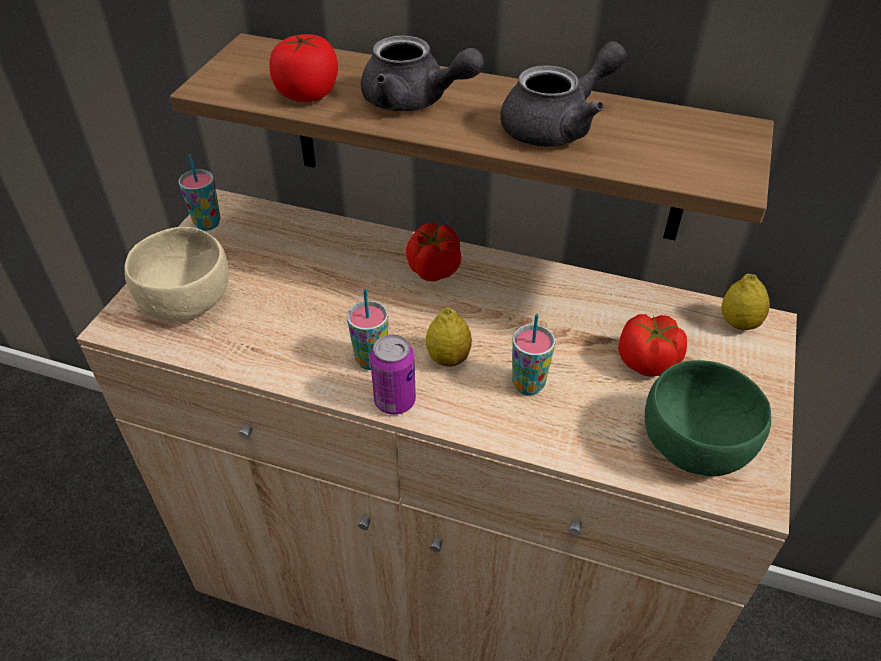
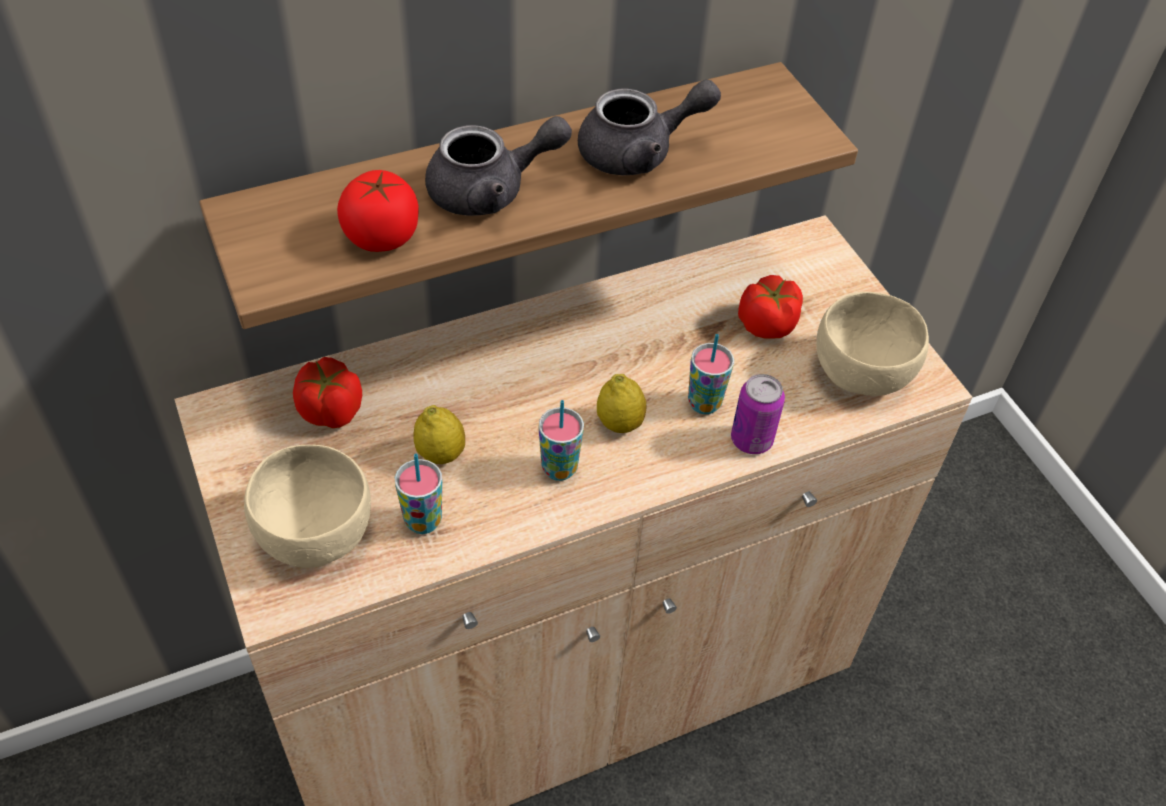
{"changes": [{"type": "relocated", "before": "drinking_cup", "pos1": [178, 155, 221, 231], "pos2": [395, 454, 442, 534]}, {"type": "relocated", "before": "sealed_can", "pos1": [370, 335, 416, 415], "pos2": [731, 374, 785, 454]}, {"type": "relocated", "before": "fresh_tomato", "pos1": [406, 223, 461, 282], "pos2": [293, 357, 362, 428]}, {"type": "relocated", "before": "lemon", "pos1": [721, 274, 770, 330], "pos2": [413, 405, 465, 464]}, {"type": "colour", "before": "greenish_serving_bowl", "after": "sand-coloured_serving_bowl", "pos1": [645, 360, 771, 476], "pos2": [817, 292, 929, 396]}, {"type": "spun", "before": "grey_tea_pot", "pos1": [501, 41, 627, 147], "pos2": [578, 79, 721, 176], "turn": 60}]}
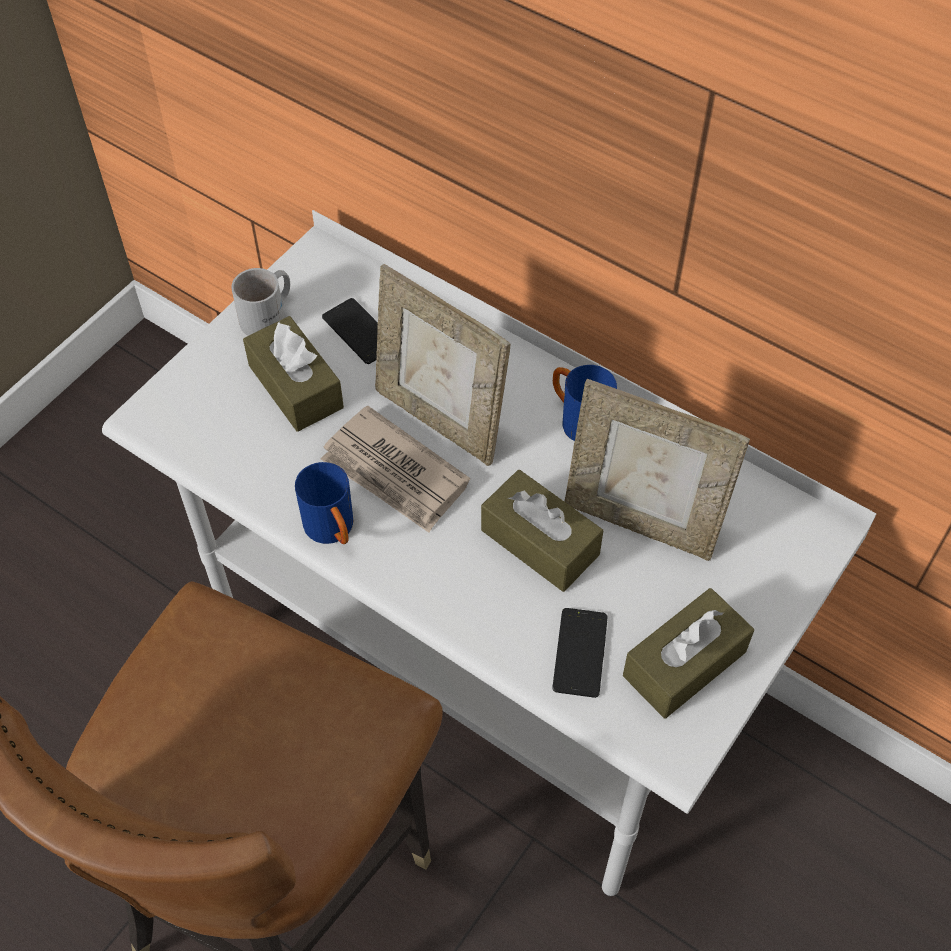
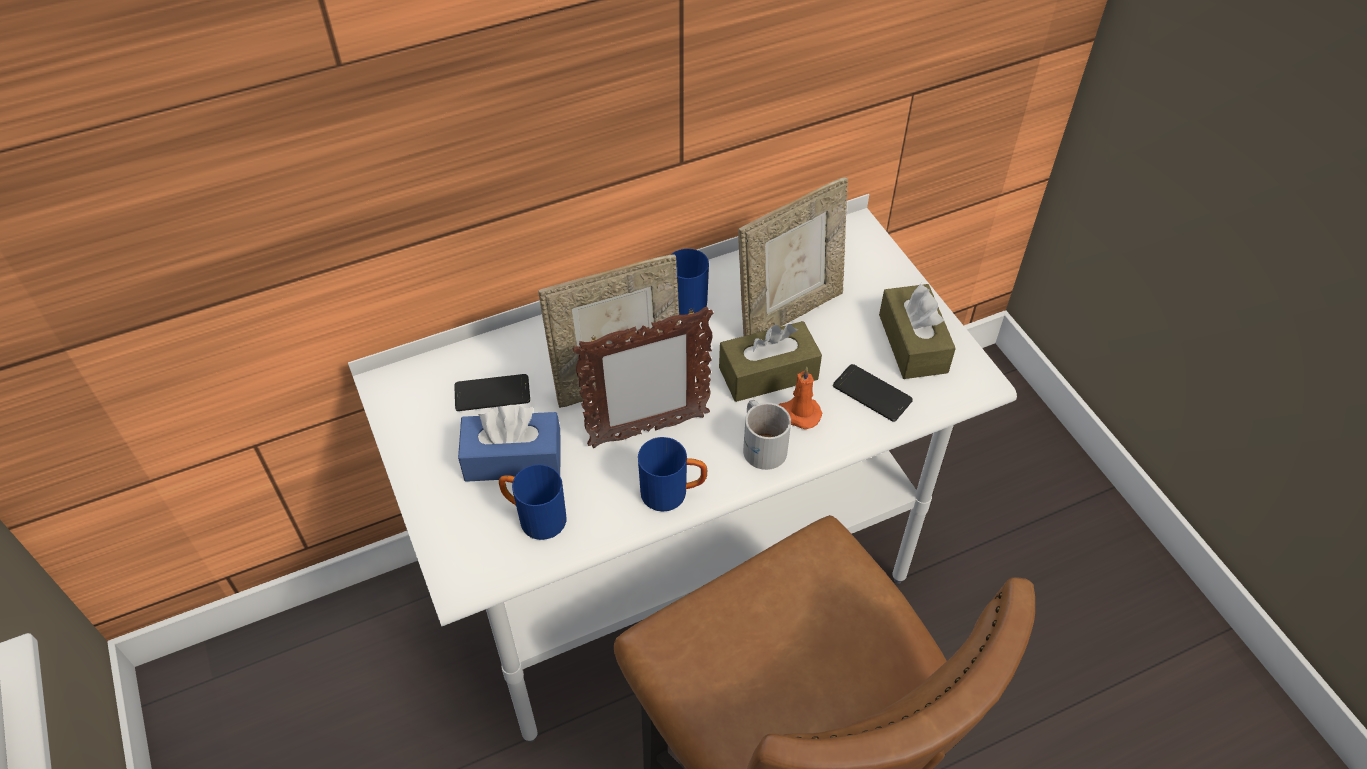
{"changes": [{"type": "appeared", "after": "blue-coloured_mug", "pos2": [499, 465, 566, 540]}, {"type": "appeared", "after": "orange_candle", "pos2": [779, 367, 822, 429]}, {"type": "relocated", "before": "white_mug", "pos1": [231, 268, 290, 336], "pos2": [743, 400, 791, 470]}, {"type": "exchanged", "before": "newspaper", "after": "standing_frame", "pos1": [321, 405, 470, 533], "pos2": [573, 307, 713, 448]}, {"type": "colour", "before": "brown-coloured_box_of_tissues", "after": "blue-coloured_box_of_tissues", "pos1": [243, 316, 344, 432], "pos2": [458, 405, 561, 482]}]}
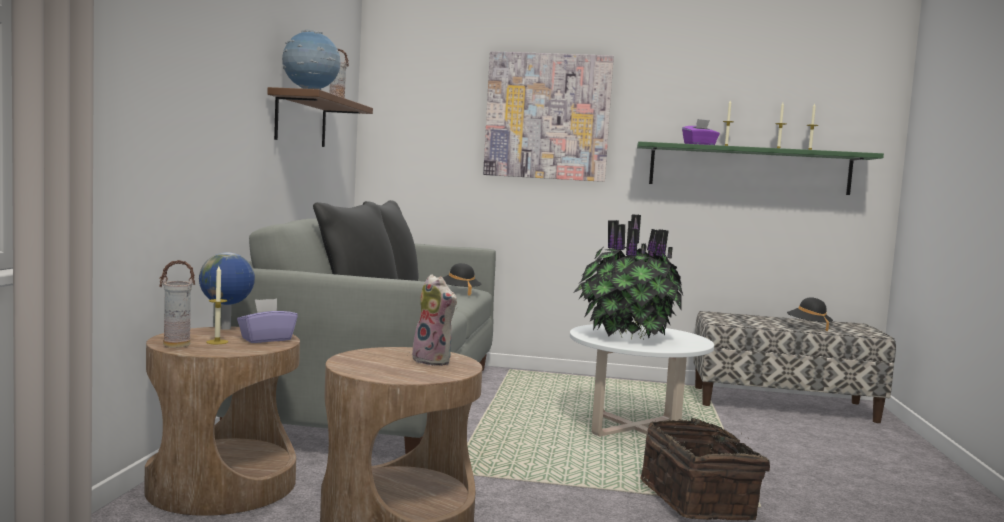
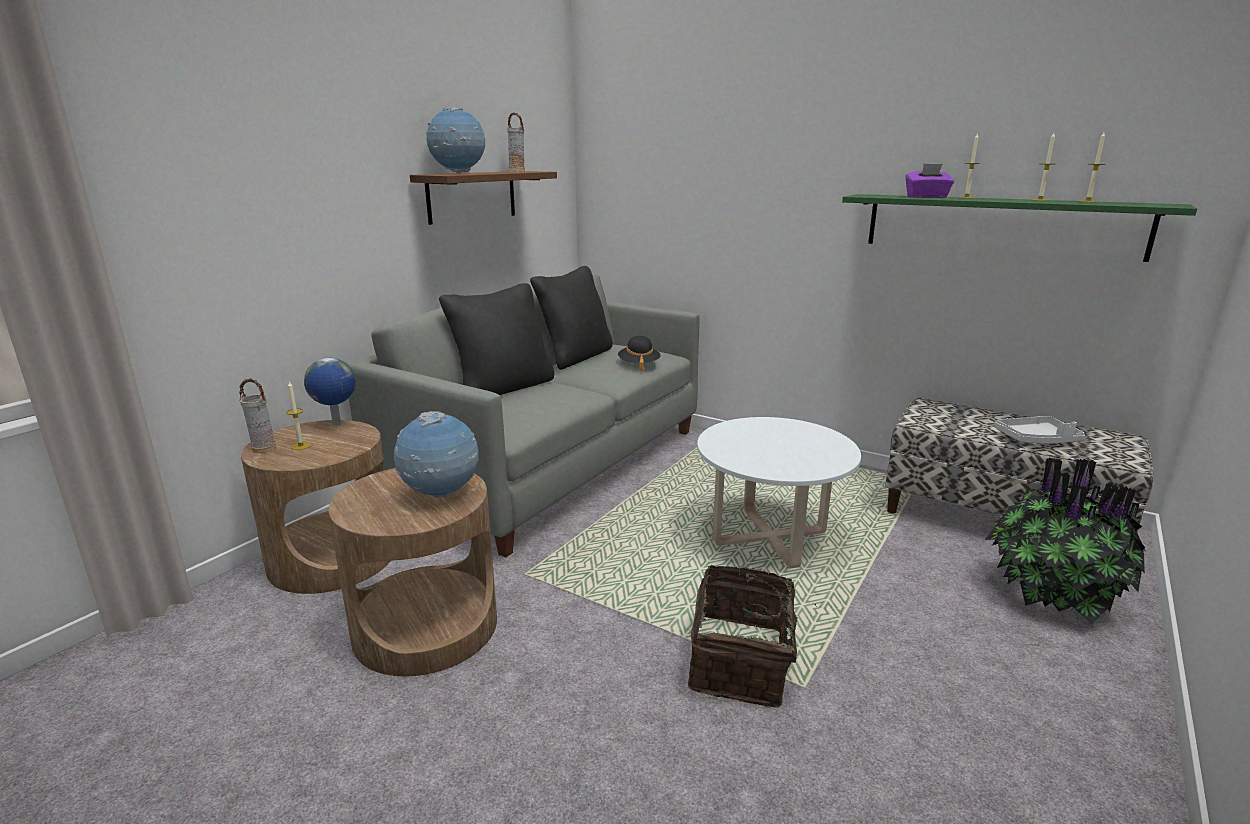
{"changes": [{"type": "missing", "before": "purple_box_of_tissues", "pos1": [237, 299, 298, 343]}, {"type": "missing", "before": "wall_picture", "pos1": [483, 51, 614, 182]}, {"type": "relocated", "before": "potted_plant", "pos1": [573, 214, 683, 340], "pos2": [985, 457, 1146, 625]}, {"type": "exchanged", "before": "cuddly_toy", "after": "world_globe", "pos1": [412, 274, 457, 366], "pos2": [394, 411, 478, 498]}, {"type": "exchanged", "before": "blackish_hat", "after": "grey_tray", "pos1": [787, 297, 833, 331], "pos2": [994, 416, 1085, 444]}]}
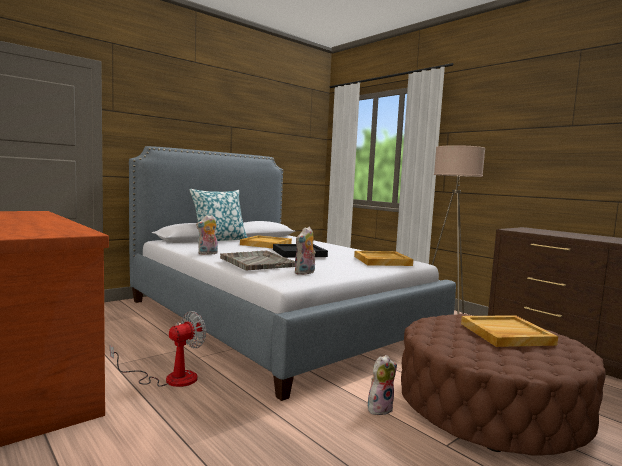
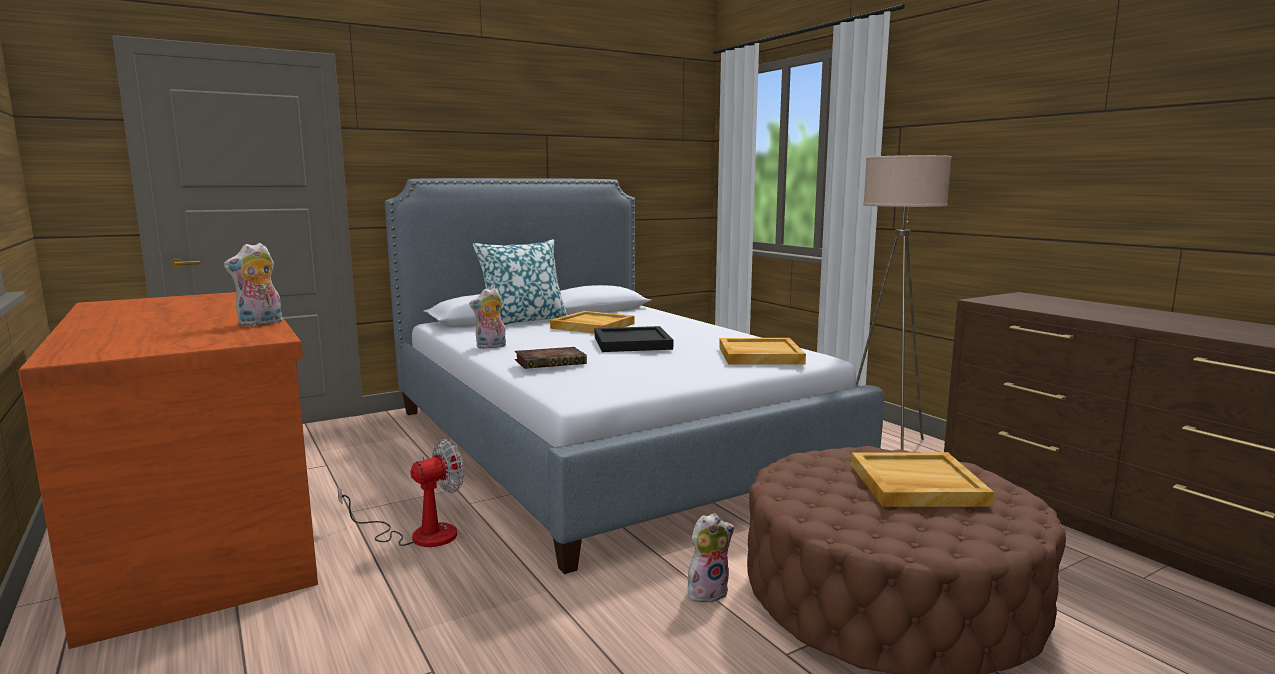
{"changes": [{"type": "relocated", "before": "cuddly_toy", "pos1": [295, 227, 316, 275], "pos2": [224, 243, 283, 327]}, {"type": "exchanged", "before": "grey_tray", "after": "volume", "pos1": [220, 250, 295, 270], "pos2": [515, 347, 587, 369]}]}
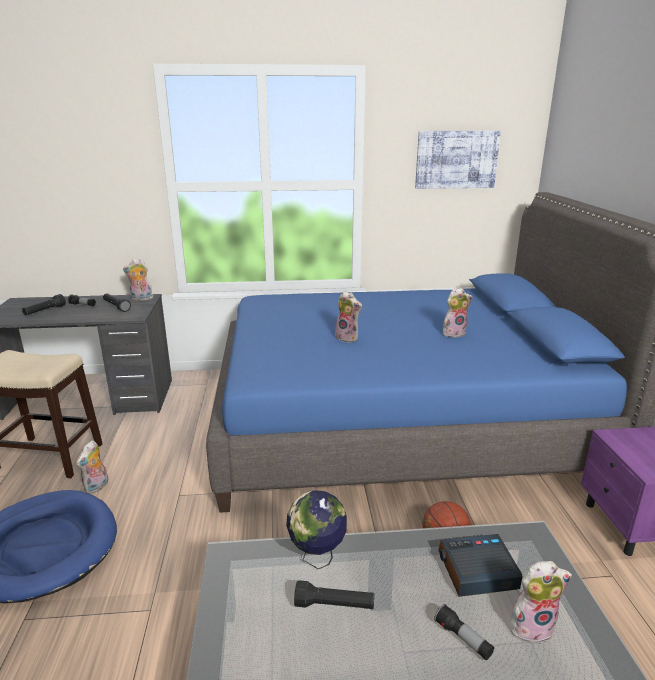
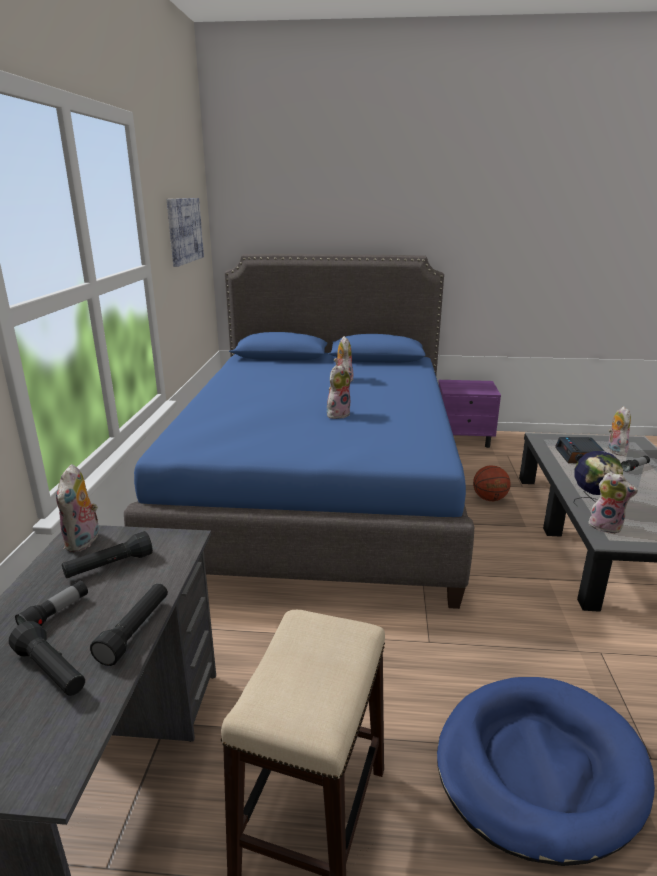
{"changes": [{"type": "relocated", "before": "cuddly_toy", "pos1": [76, 440, 108, 494], "pos2": [588, 472, 638, 534]}, {"type": "relocated", "before": "blackish_flashlight", "pos1": [294, 580, 374, 609], "pos2": [90, 583, 168, 666]}]}
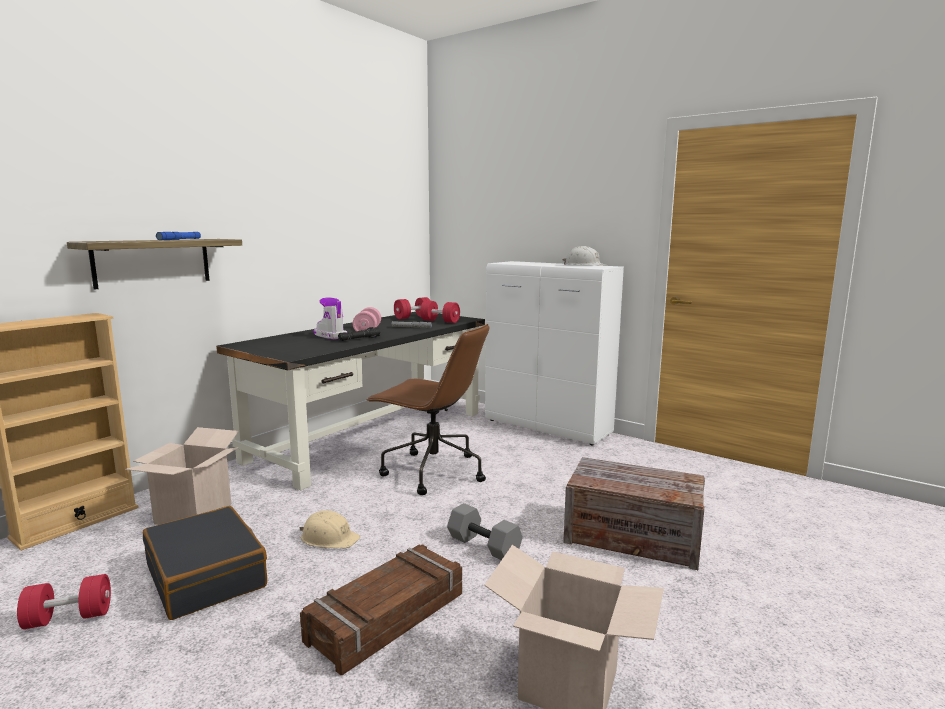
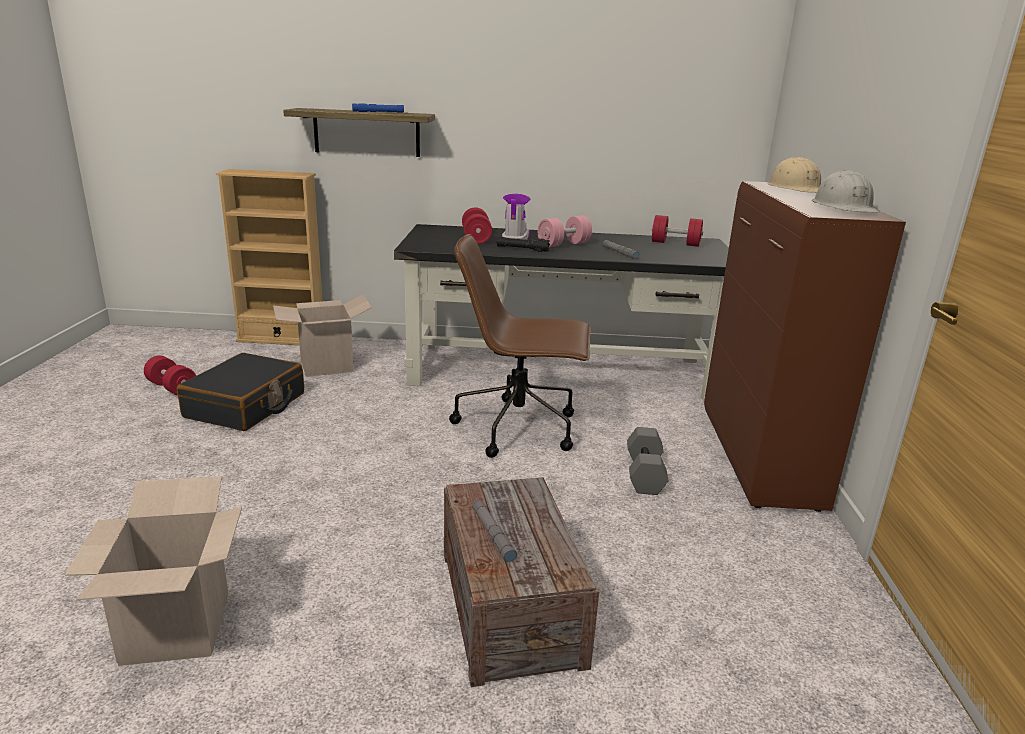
{"changes": [{"type": "missing", "before": "shipping_crate", "pos1": [300, 544, 462, 675]}, {"type": "appeared", "after": "grey_flashlight", "pos2": [472, 499, 517, 562]}, {"type": "relocated", "before": "sand-coloured_work_helmet", "pos1": [300, 510, 360, 548], "pos2": [767, 157, 821, 193]}, {"type": "relocated", "before": "red_free_weight", "pos1": [420, 300, 460, 323], "pos2": [462, 207, 492, 244]}, {"type": "relocated", "before": "grey_free_weight", "pos1": [447, 503, 523, 560], "pos2": [627, 427, 669, 495]}, {"type": "colour", "before": "white_storage_cabinet", "after": "brown-coloured_storage_cabinet", "pos1": [485, 261, 624, 445], "pos2": [704, 181, 906, 512]}, {"type": "spun", "before": "brown-coloured_computer_chair", "pos1": [366, 324, 489, 495], "pos2": [449, 234, 591, 458], "turn": 105}]}
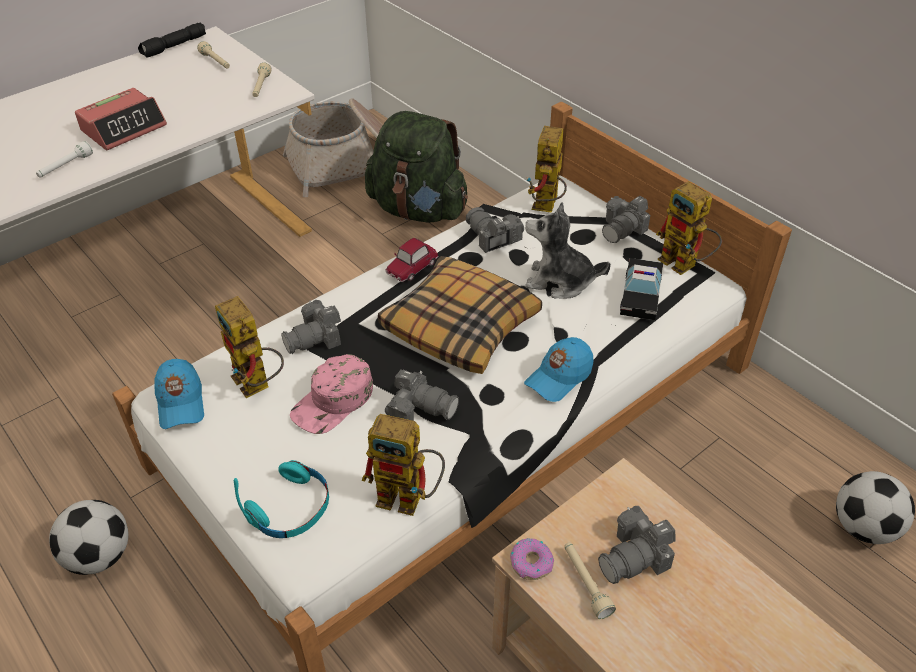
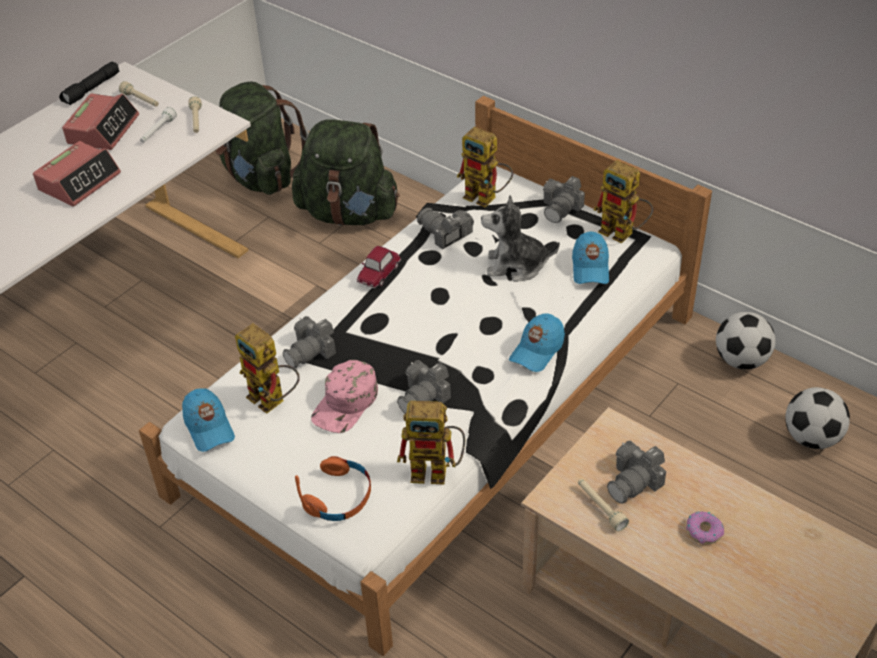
{"changes": [{"type": "missing", "before": "pillow", "pos1": [378, 256, 542, 374]}, {"type": "appeared", "after": "alarm_clock", "pos2": [62, 93, 139, 150]}, {"type": "relocated", "before": "white_flashlight", "pos1": [36, 141, 93, 177], "pos2": [140, 107, 177, 143]}, {"type": "relocated", "before": "football_ball", "pos1": [49, 500, 129, 575], "pos2": [716, 312, 776, 369]}, {"type": "relocated", "before": "doughnut", "pos1": [510, 538, 554, 580], "pos2": [686, 511, 724, 545]}, {"type": "exchanged", "before": "basket", "after": "greenish_backpack", "pos1": [283, 98, 383, 197], "pos2": [216, 81, 309, 195]}, {"type": "exchanged", "before": "miniature_car", "after": "blue-coloured_peaked_cap", "pos1": [620, 258, 663, 320], "pos2": [572, 232, 609, 284]}, {"type": "colour", "before": "turquoise_headset", "after": "orange_headset", "pos1": [234, 460, 329, 538], "pos2": [295, 456, 371, 521]}, {"type": "spun", "before": "photo_camera", "pos1": [385, 369, 459, 421], "pos2": [397, 360, 451, 413], "turn": 120}, {"type": "spun", "before": "toy_robot", "pos1": [526, 126, 567, 213], "pos2": [457, 127, 513, 207], "turn": -60}]}
